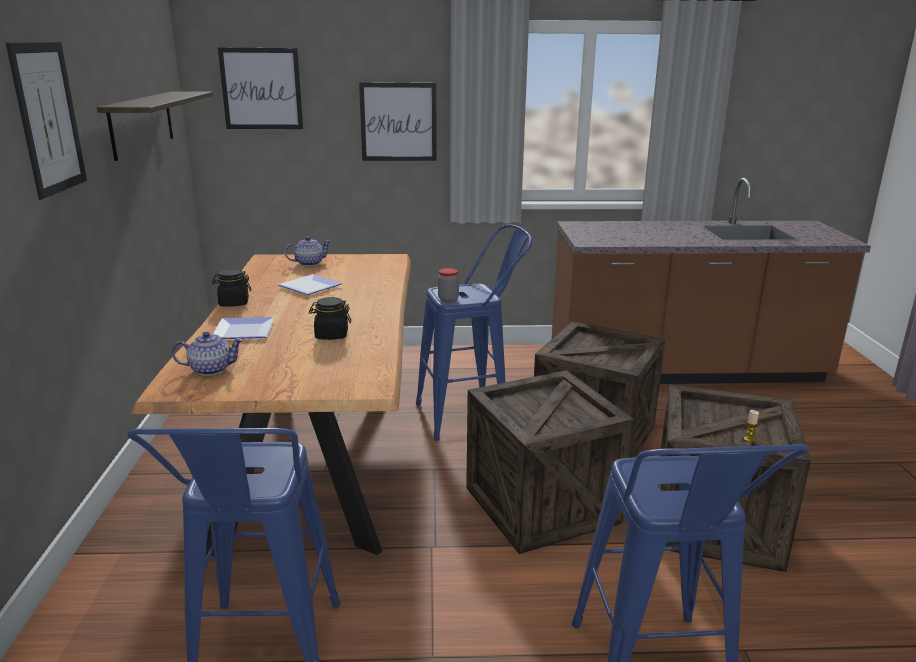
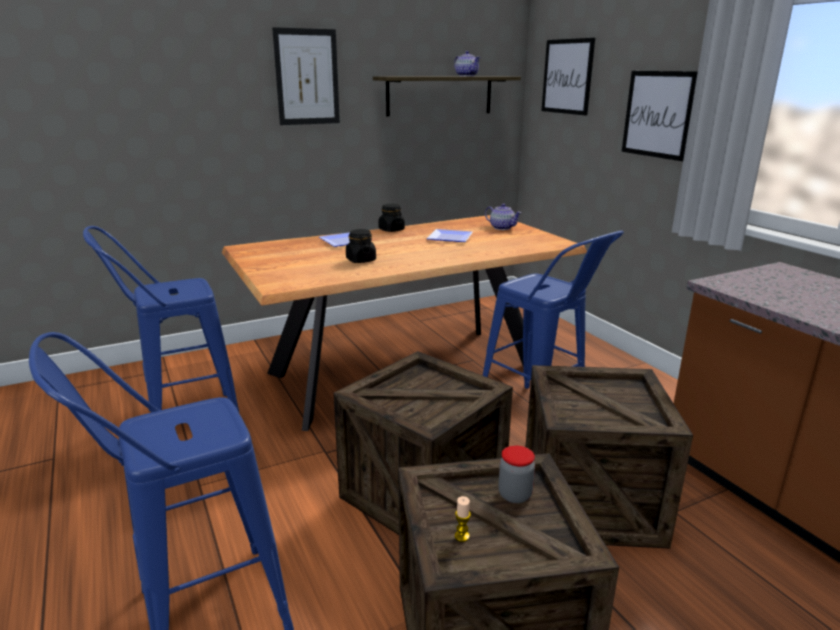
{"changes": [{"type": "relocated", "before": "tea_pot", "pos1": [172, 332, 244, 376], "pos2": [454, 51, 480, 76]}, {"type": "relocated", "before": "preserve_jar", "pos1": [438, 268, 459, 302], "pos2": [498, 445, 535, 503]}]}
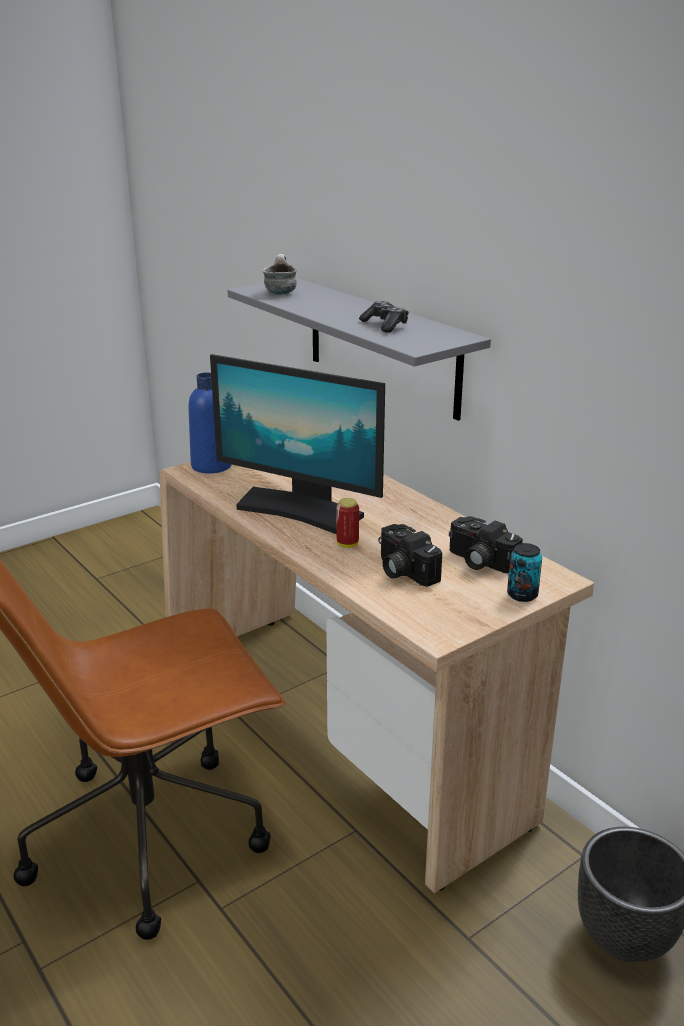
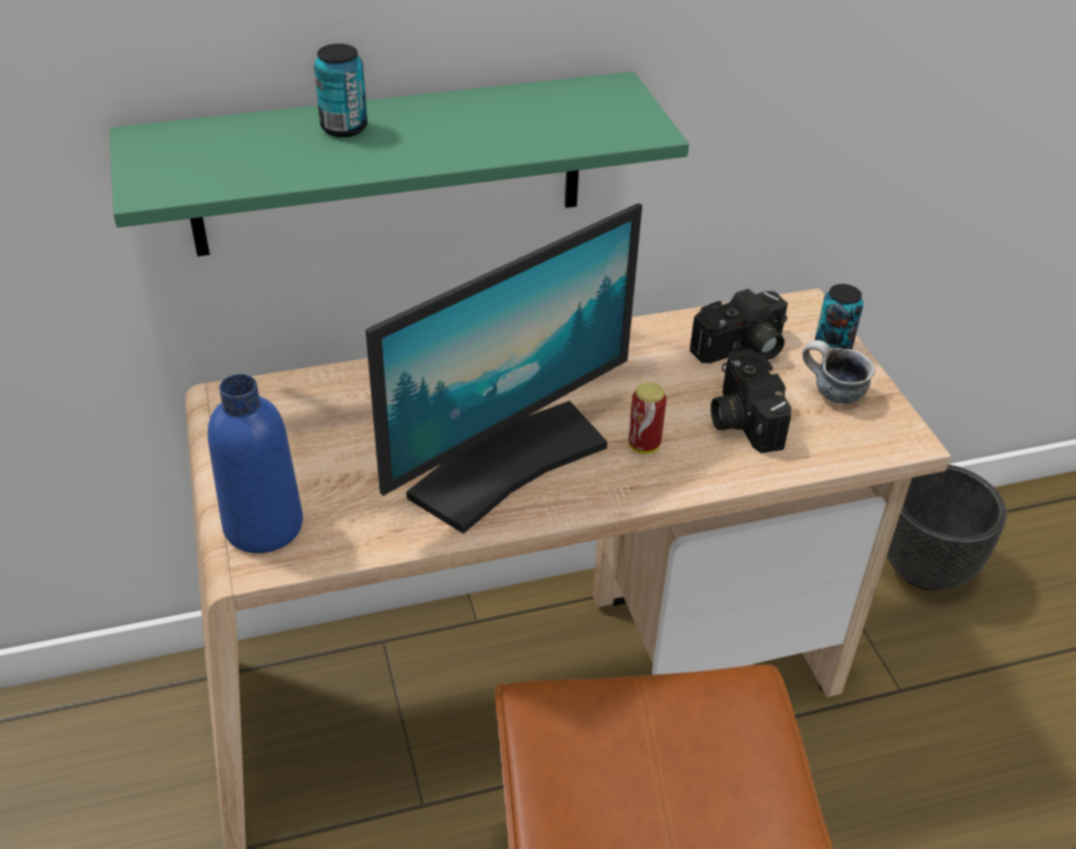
{"changes": [{"type": "missing", "before": "game_controller", "pos1": [359, 301, 409, 333]}, {"type": "appeared", "after": "sealed_can", "pos2": [314, 44, 367, 137]}, {"type": "relocated", "before": "mug", "pos1": [263, 254, 297, 295], "pos2": [802, 340, 875, 404]}, {"type": "colour", "before": "grey_bracket_shelf", "after": "greenish_bracket_shelf", "pos1": [227, 278, 491, 421], "pos2": [109, 72, 689, 257]}, {"type": "spun", "before": "photo_camera", "pos1": [378, 524, 442, 587], "pos2": [711, 349, 792, 453], "turn": 90}]}
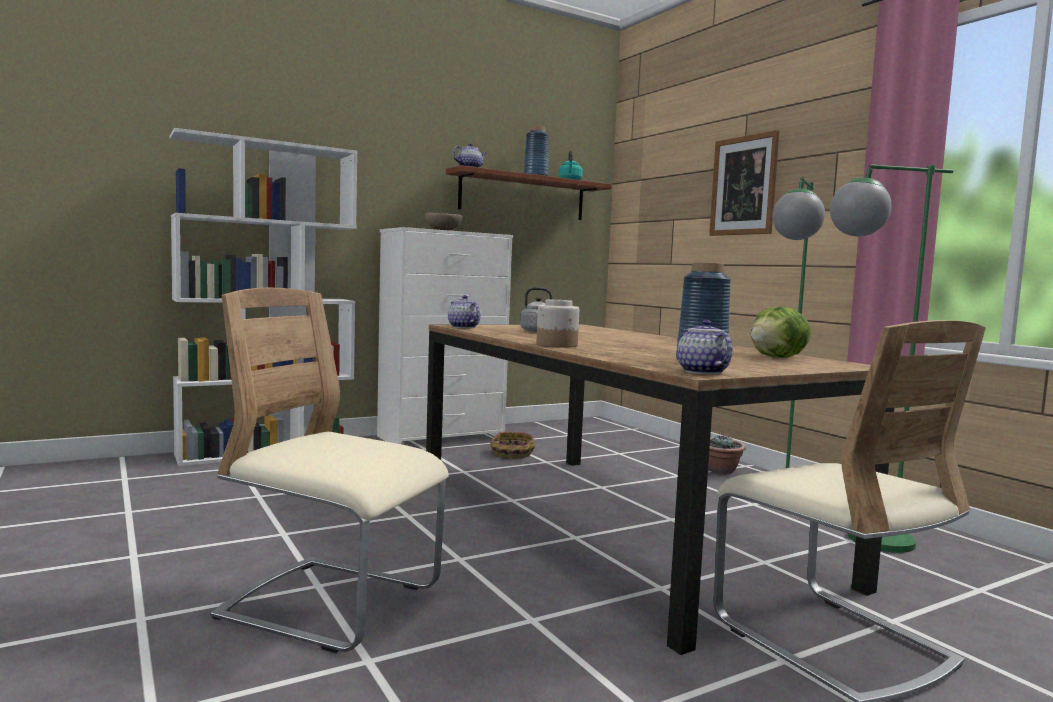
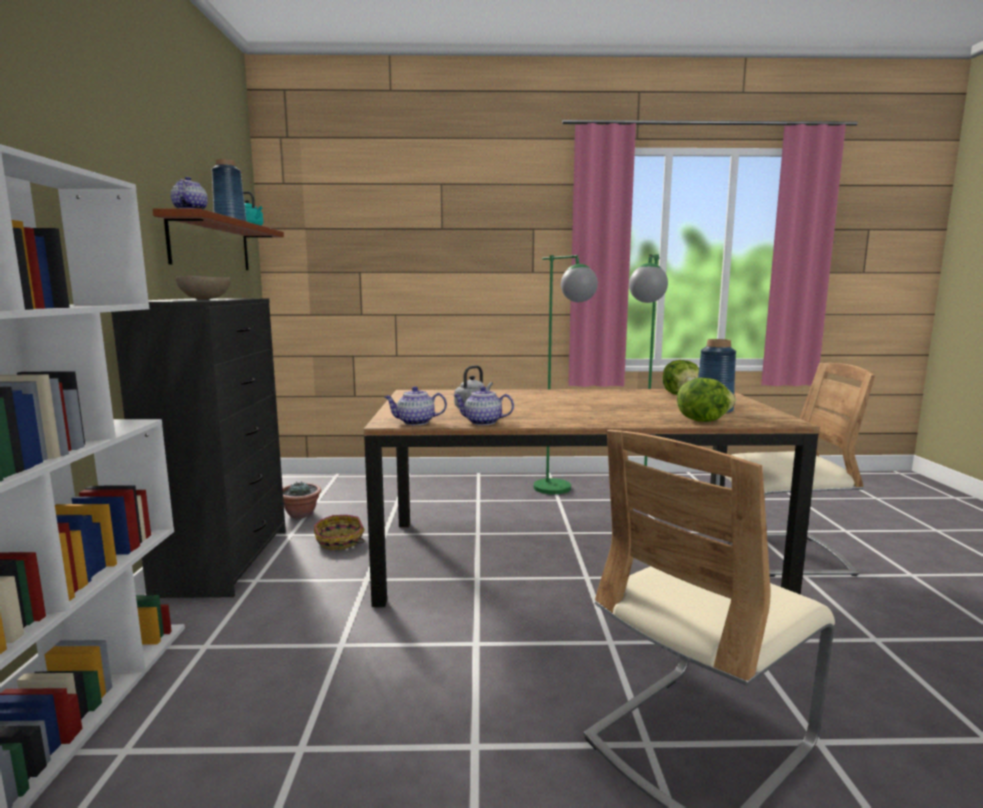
{"changes": [{"type": "missing", "before": "preserve_jar", "pos1": [537, 300, 579, 348]}, {"type": "missing", "before": "wall_picture", "pos1": [709, 130, 779, 236]}, {"type": "appeared", "after": "head_of_lettuce", "pos2": [677, 378, 736, 422]}, {"type": "relocated", "before": "tea_pot", "pos1": [677, 320, 733, 374], "pos2": [453, 386, 514, 425]}, {"type": "relocated", "before": "potted_plant", "pos1": [708, 435, 746, 474], "pos2": [283, 481, 321, 518]}, {"type": "colour", "before": "white_chest_of_drawers", "after": "blackish_chest_of_drawers", "pos1": [377, 227, 513, 444], "pos2": [111, 298, 286, 598]}]}
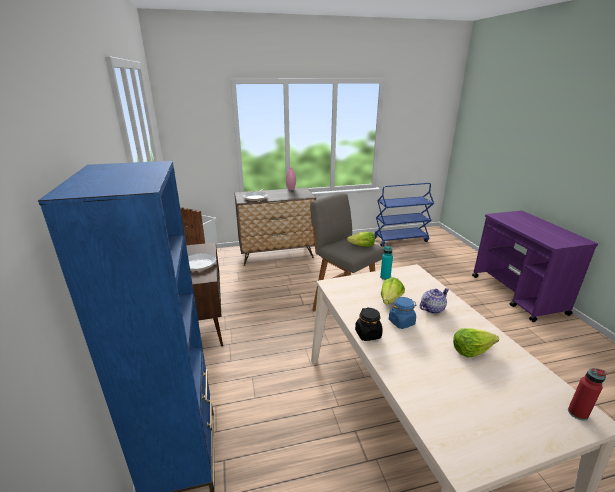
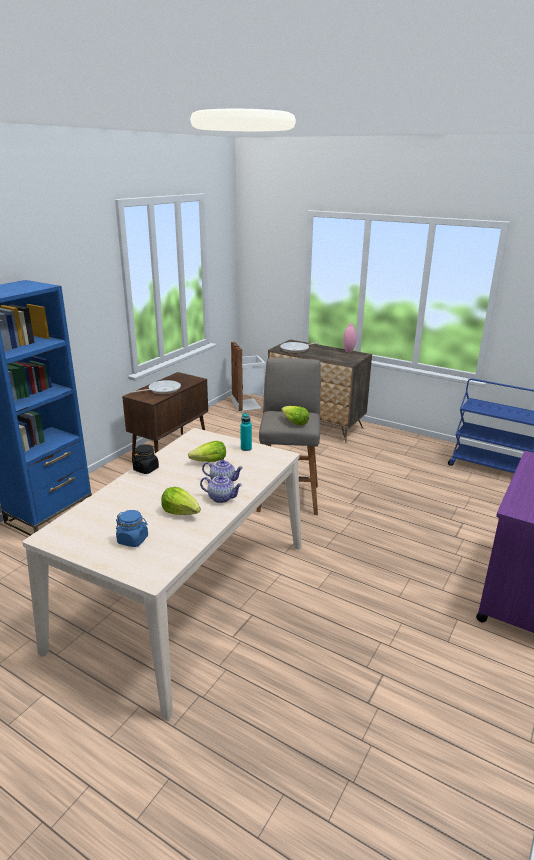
{"changes": [{"type": "missing", "before": "red_bottle", "pos1": [568, 368, 607, 421]}, {"type": "appeared", "after": "tea_pot", "pos2": [200, 475, 242, 503]}, {"type": "relocated", "before": "blue-coloured_preserve_jar", "pos1": [389, 297, 416, 329], "pos2": [116, 510, 148, 547]}]}
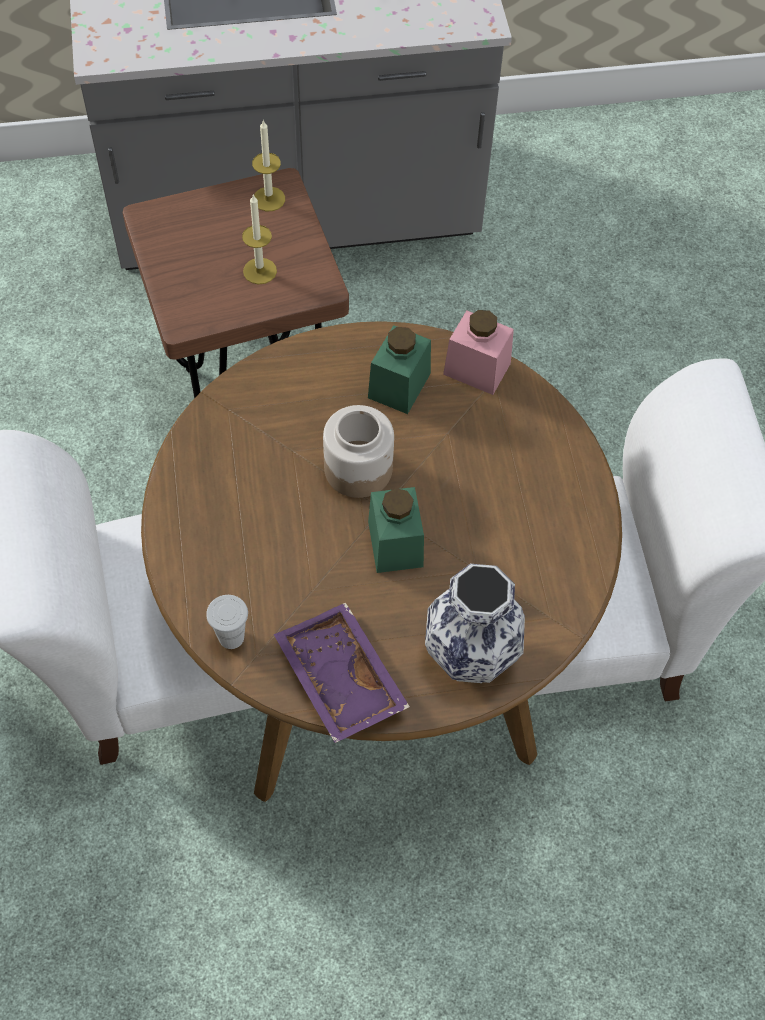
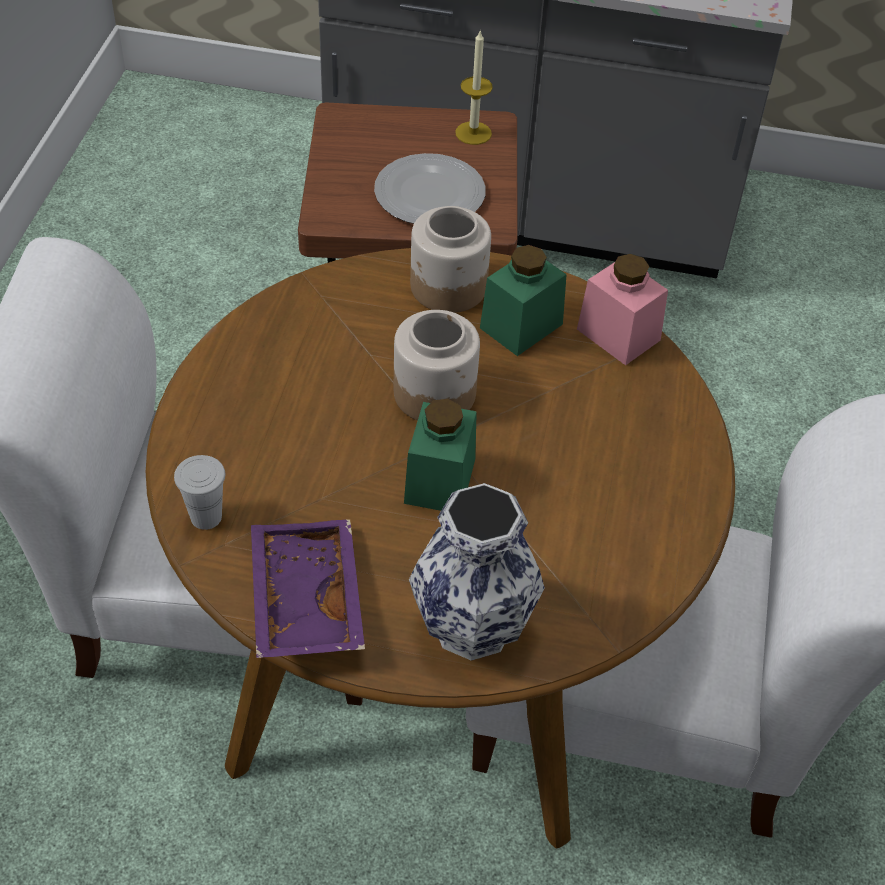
{"changes": [{"type": "appeared", "after": "preserve_jar", "pos2": [410, 206, 491, 313]}, {"type": "exchanged", "before": "candle", "after": "plate", "pos1": [242, 195, 277, 284], "pos2": [374, 153, 486, 224]}]}
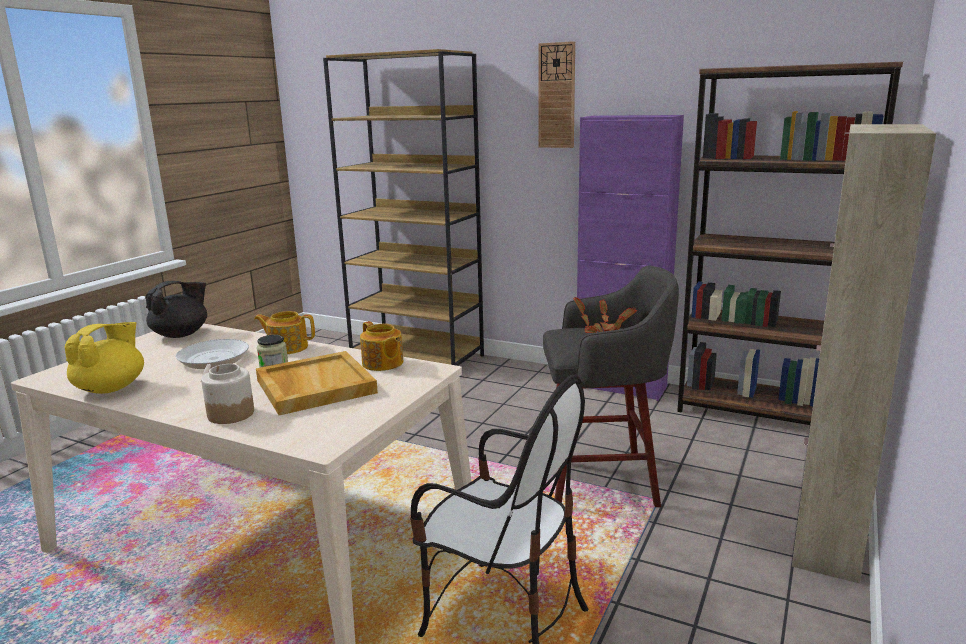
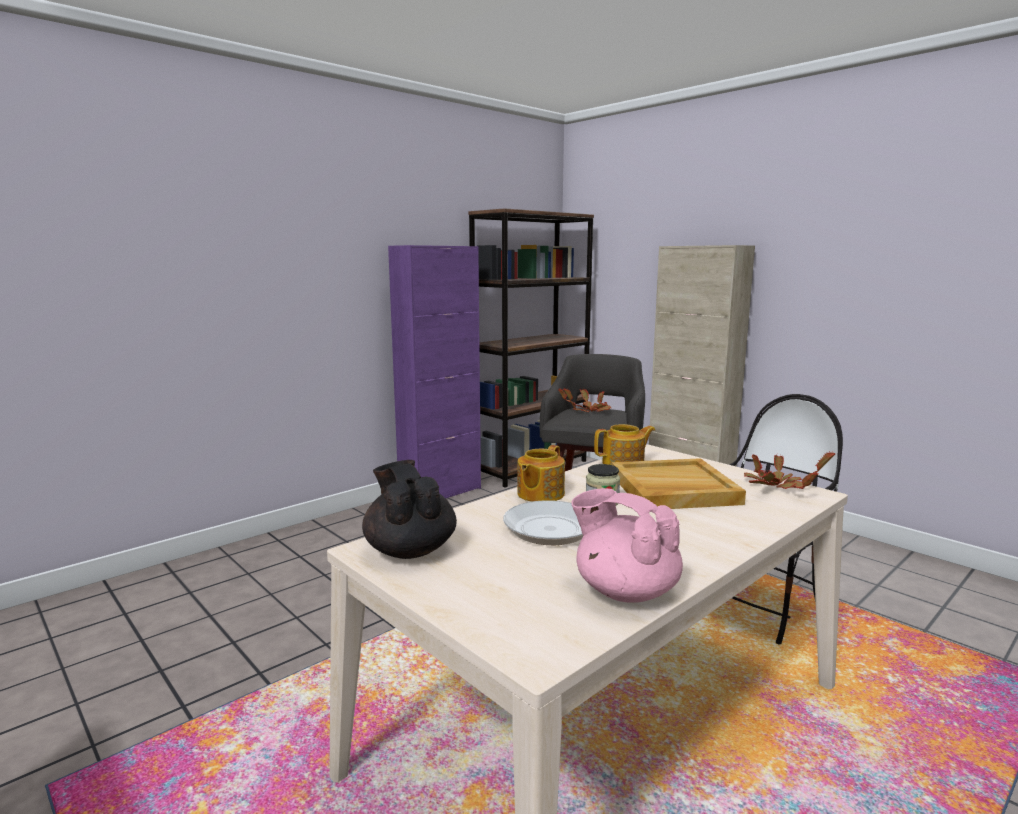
{"changes": [{"type": "missing", "before": "preserve_jar", "pos1": [201, 364, 254, 424]}, {"type": "missing", "before": "brown-coloured_bookshelf", "pos1": [323, 49, 484, 366]}, {"type": "missing", "before": "clock_on_the_wall", "pos1": [538, 41, 575, 148]}, {"type": "appeared", "after": "potted_plant", "pos2": [744, 452, 835, 489]}, {"type": "colour", "before": "yellowish_tea_pot", "after": "pinkish_tea_pot", "pos1": [64, 322, 144, 394], "pos2": [571, 488, 683, 603]}]}
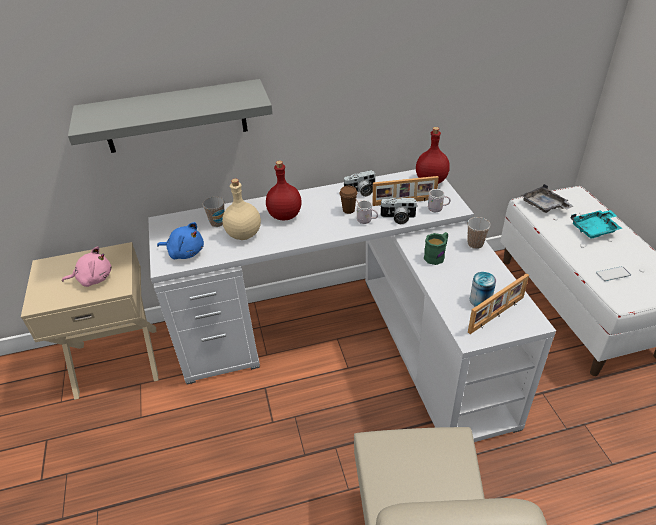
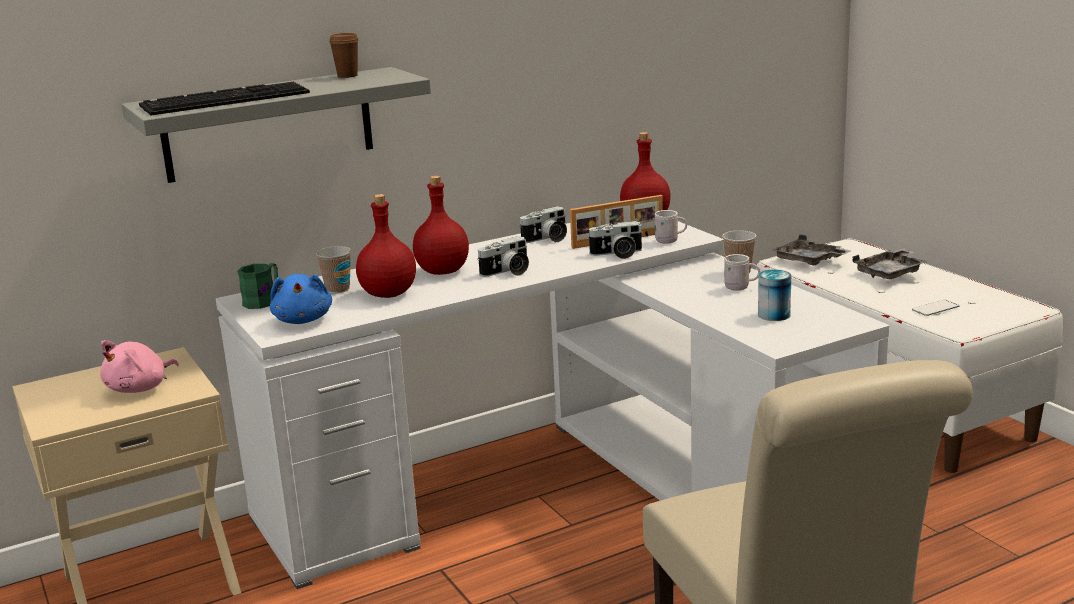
{"changes": [{"type": "missing", "before": "standing_frame", "pos1": [468, 273, 529, 334]}, {"type": "appeared", "after": "PC_keyboard", "pos2": [139, 82, 310, 115]}, {"type": "appeared", "after": "photo_camera", "pos2": [477, 236, 529, 277]}, {"type": "relocated", "before": "brown-coloured_drinking_cup", "pos1": [340, 186, 357, 214], "pos2": [329, 33, 359, 78]}, {"type": "relocated", "before": "white_mug", "pos1": [355, 198, 378, 224], "pos2": [722, 250, 760, 291]}, {"type": "relocated", "before": "greenish_mug", "pos1": [424, 232, 448, 265], "pos2": [237, 263, 278, 309]}, {"type": "colour", "before": "sand-coloured_bottle", "after": "red_bottle", "pos1": [222, 179, 261, 240], "pos2": [356, 194, 416, 298]}, {"type": "colour", "before": "turquoise_tray", "after": "grey_tray", "pos1": [571, 210, 623, 239], "pos2": [853, 248, 928, 279]}, {"type": "spun", "before": "pinkish_cuddly_toy", "pos1": [62, 247, 112, 287], "pos2": [100, 340, 179, 393], "turn": 150}, {"type": "spun", "before": "blue-coloured_cuddly_toy", "pos1": [157, 222, 204, 259], "pos2": [270, 274, 332, 324], "turn": 75}]}
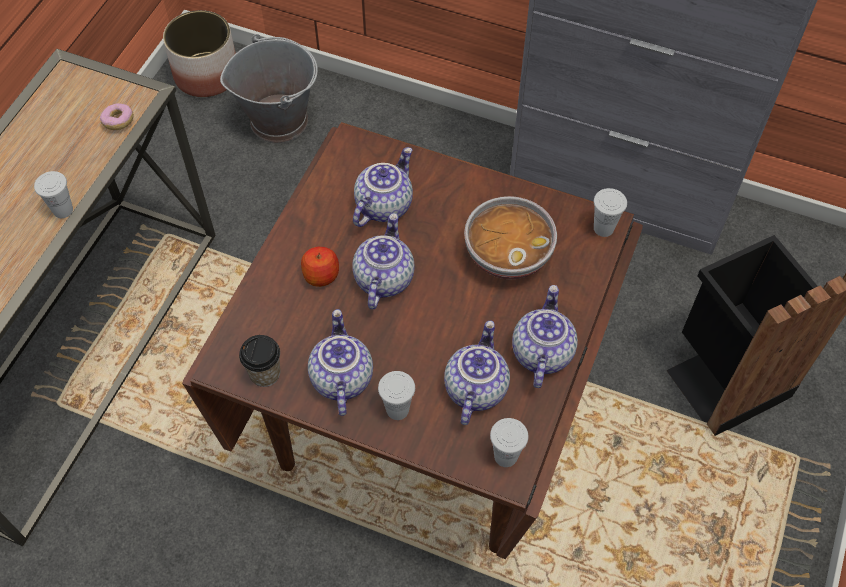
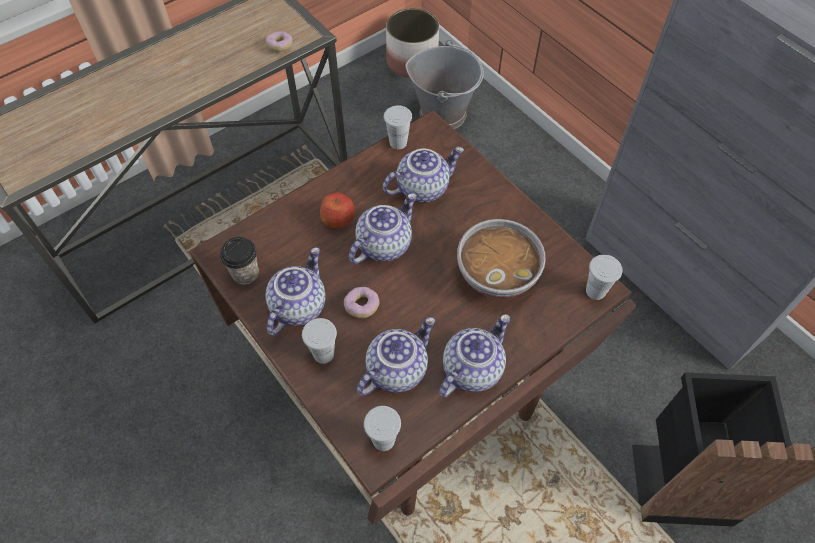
{"changes": [{"type": "appeared", "after": "doughnut", "pos2": [344, 287, 379, 318]}, {"type": "relocated", "before": "white_drinking_cup", "pos1": [34, 171, 73, 218], "pos2": [384, 106, 412, 149]}]}
